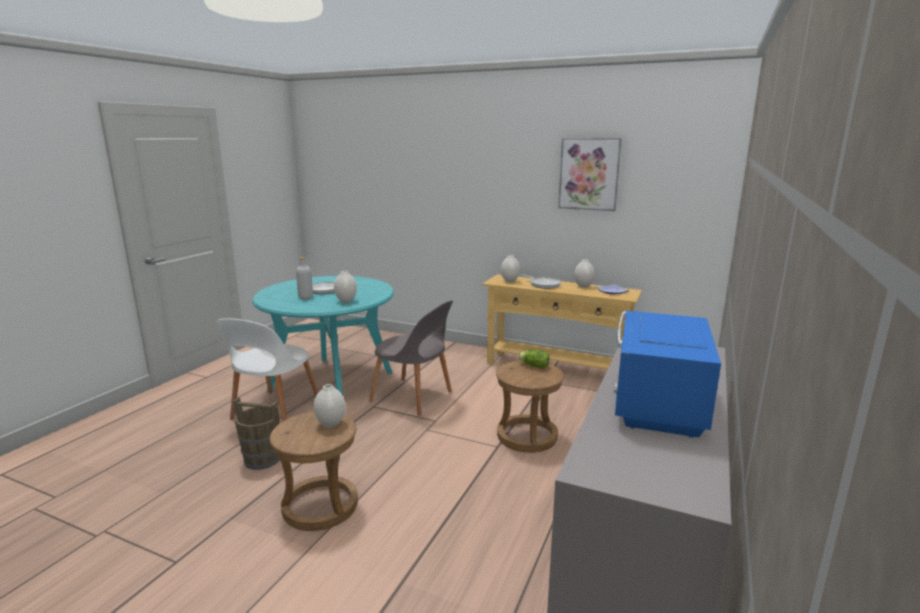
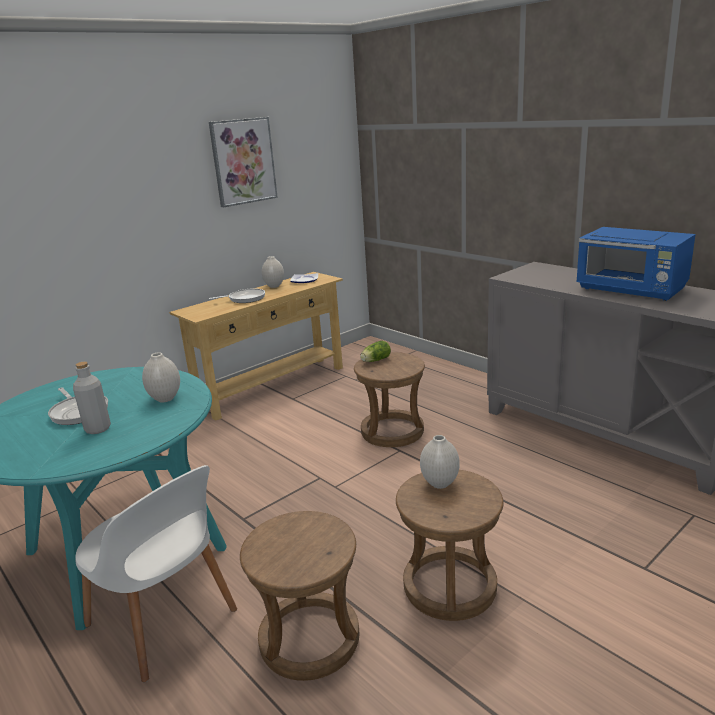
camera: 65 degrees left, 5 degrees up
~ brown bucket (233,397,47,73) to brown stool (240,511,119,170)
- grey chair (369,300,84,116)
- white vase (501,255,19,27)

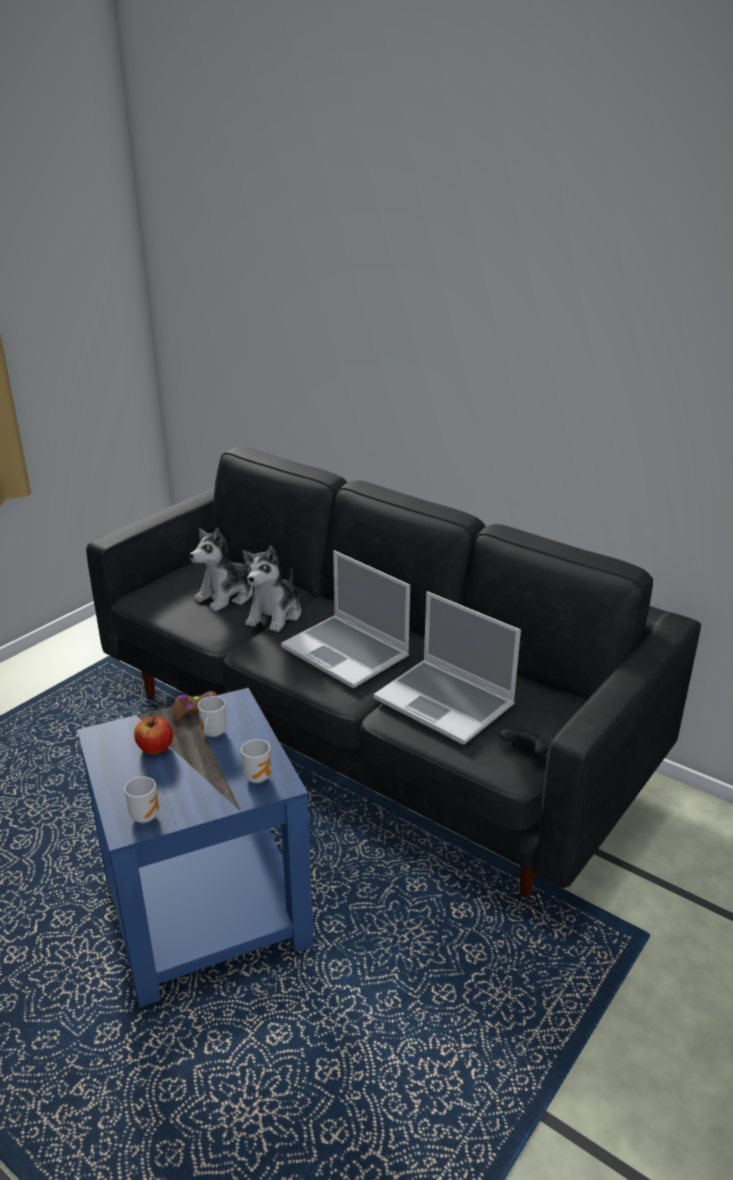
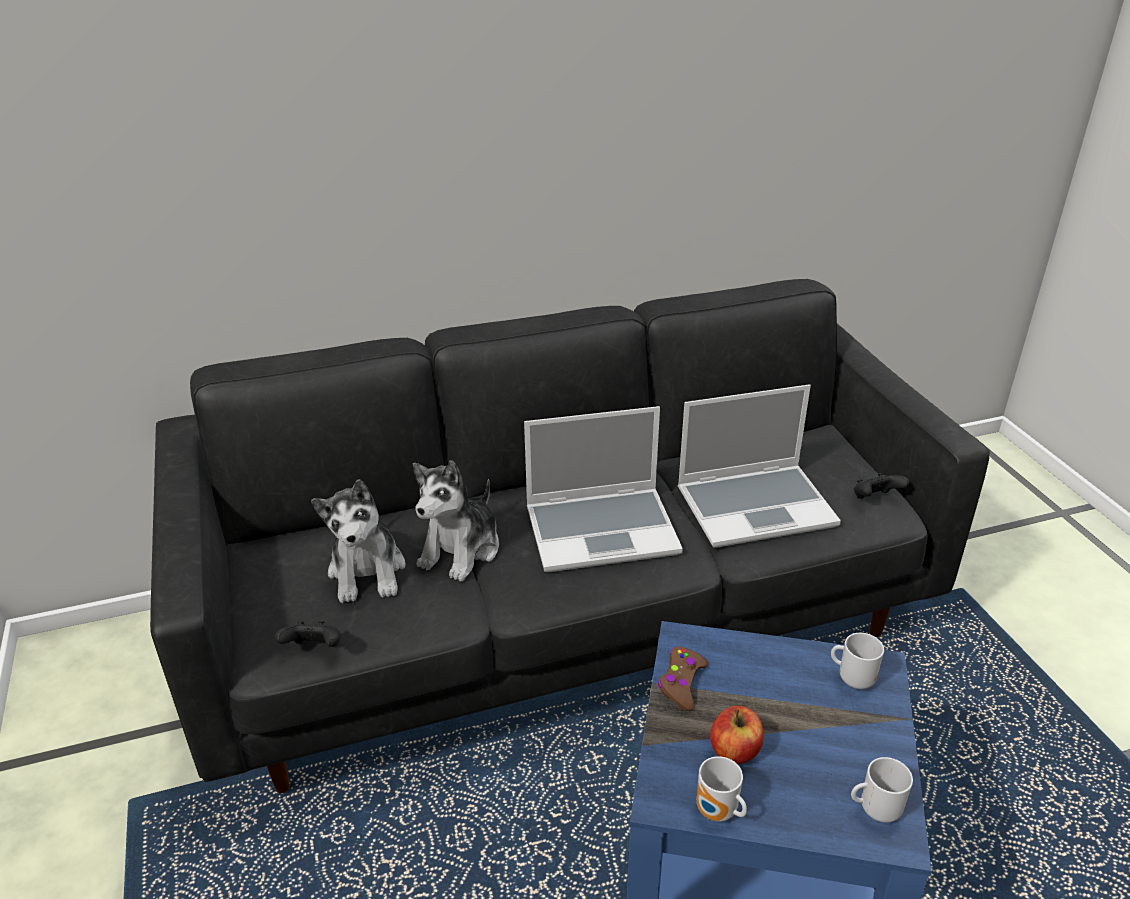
camera: 55 degrees left, 5 degrees up
~ mug (198,696,29,41) to (697,756,50,66)
~ plush toy (243,545,58,87) = (413,461,86,121) 60 degrees clockwise
+ black game controller (275,621,66,26)

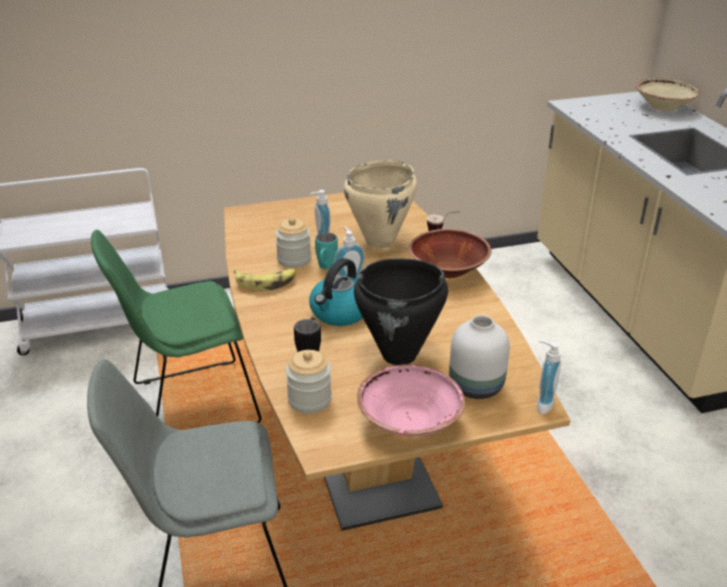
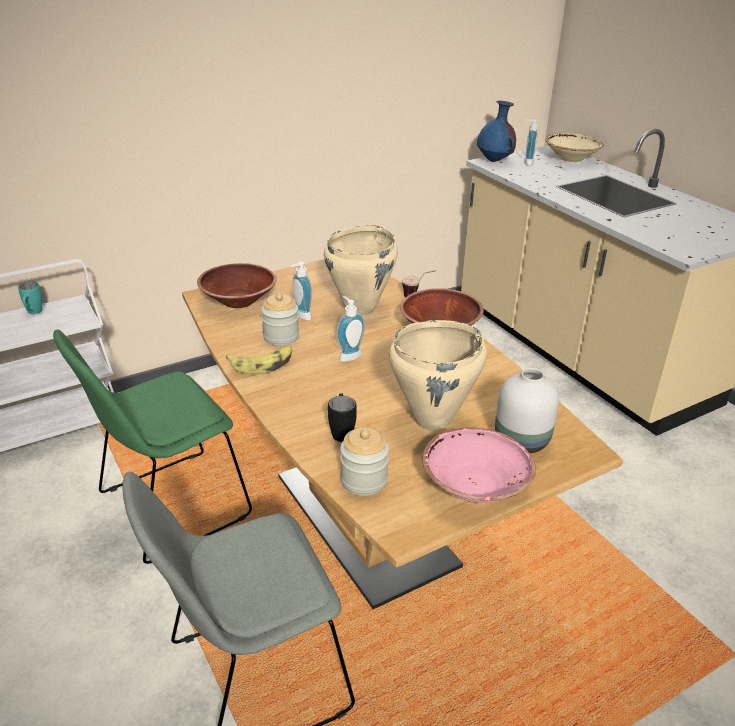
camera: 15 degrees left, 0 degrees up
- kettle (309,258,54,68)
~ turquoise mug (315,232,23,37) to (18,282,24,32)
~ black cooking pot (354,258,94,107) to beige cooking pot (389,320,98,111)
~ soap dispenser (537,340,24,74) to (524,119,14,46)
+ brown bowl (197,263,80,45)
+ blue vase (477,101,39,61)

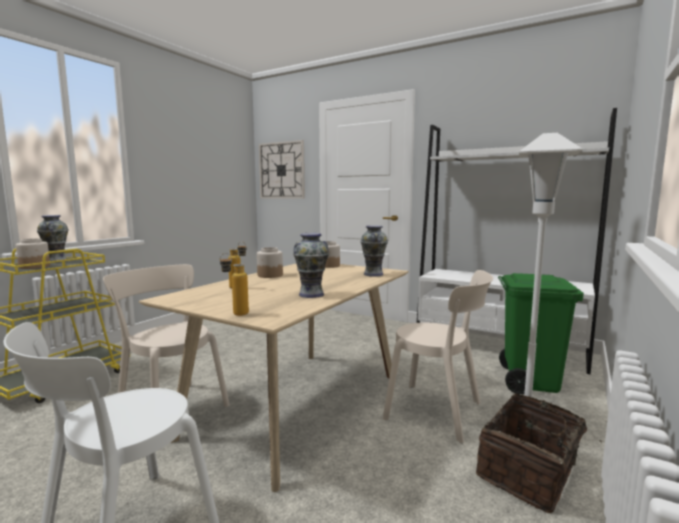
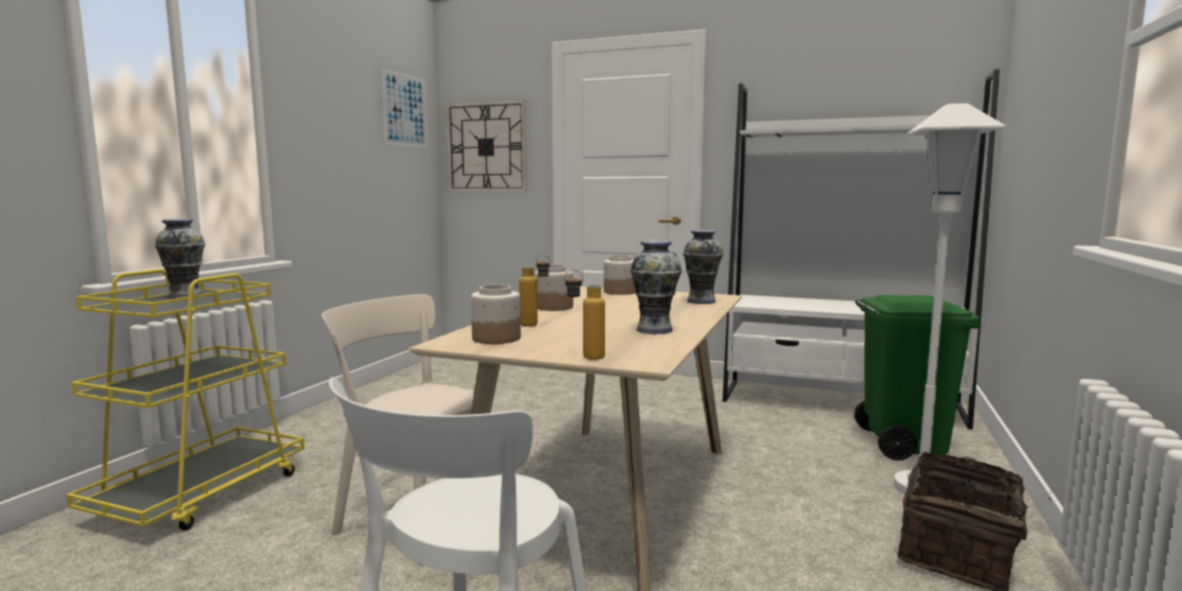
camera: 10 degrees left, 0 degrees up
~ jar (16,238,34,31) to (471,285,50,59)
- beige chair (383,270,110,173)
+ picture (381,68,47,80)

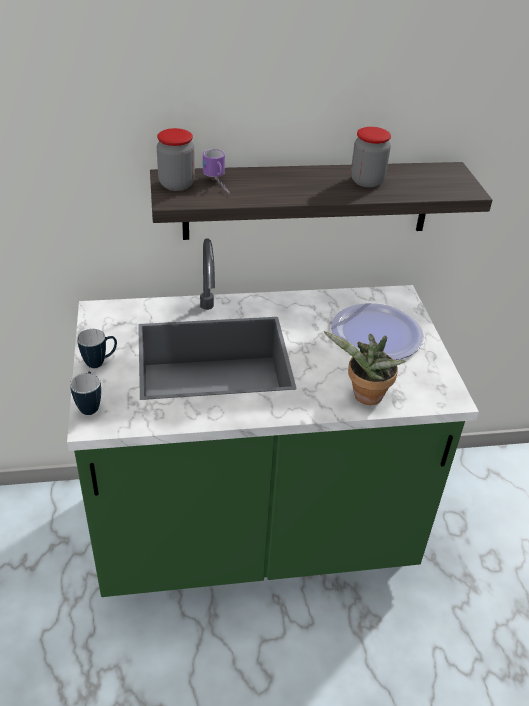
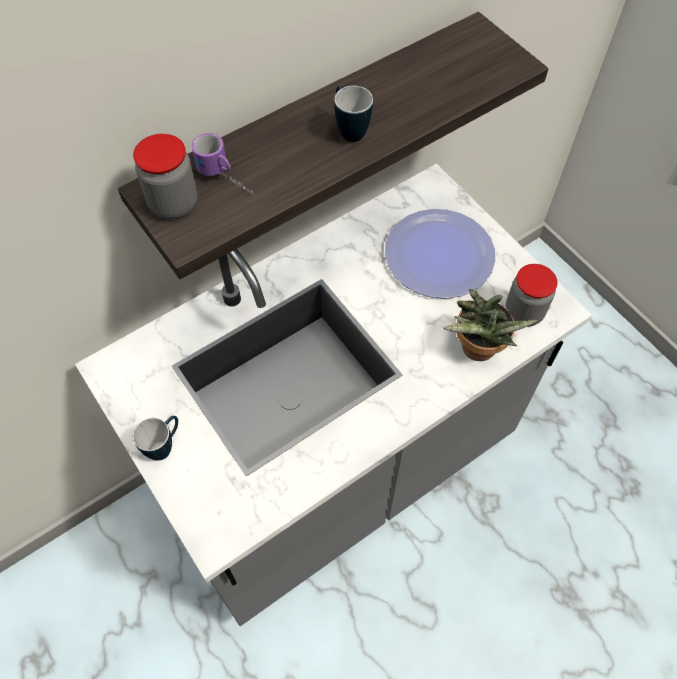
camera: 25 degrees left, 20 degrees up
~ green counter (67,238,412,359) to grey counter (75,164,517,462)
~ mug (70,372,31,43) to (334,86,39,56)
~ jar (351,127,40,60) to (505,264,52,63)

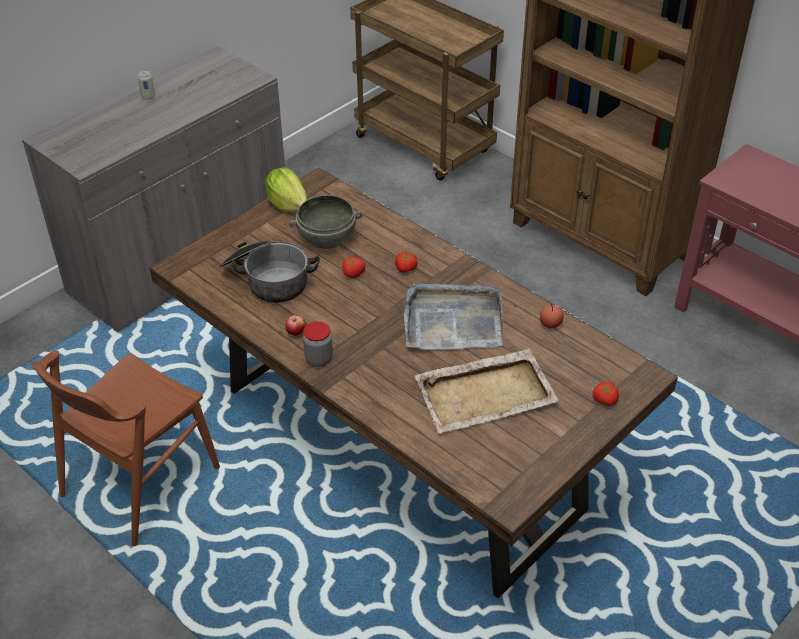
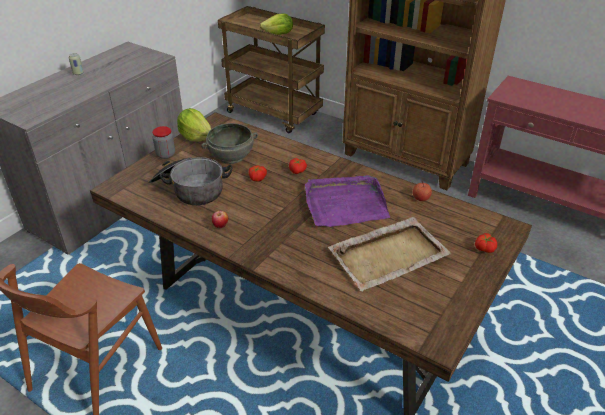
camera: 10 degrees left, 5 degrees down
~ jar (303,321,30,46) to (152,126,23,33)
~ grey tray (404,284,99,66) to purple tray (305,175,85,52)
+ lettuce (260,13,33,22)

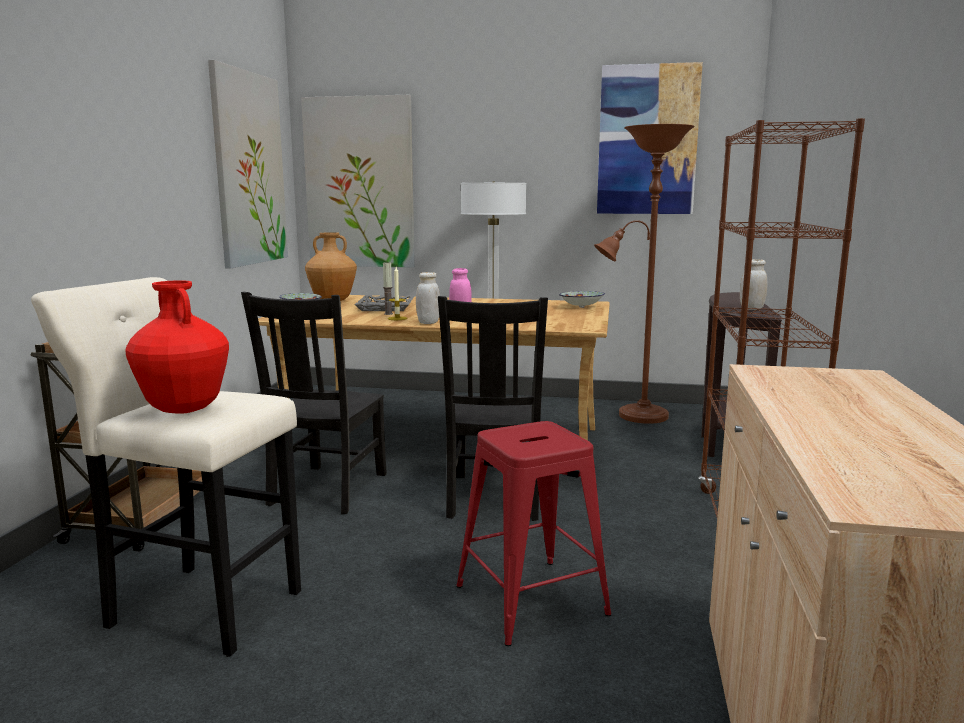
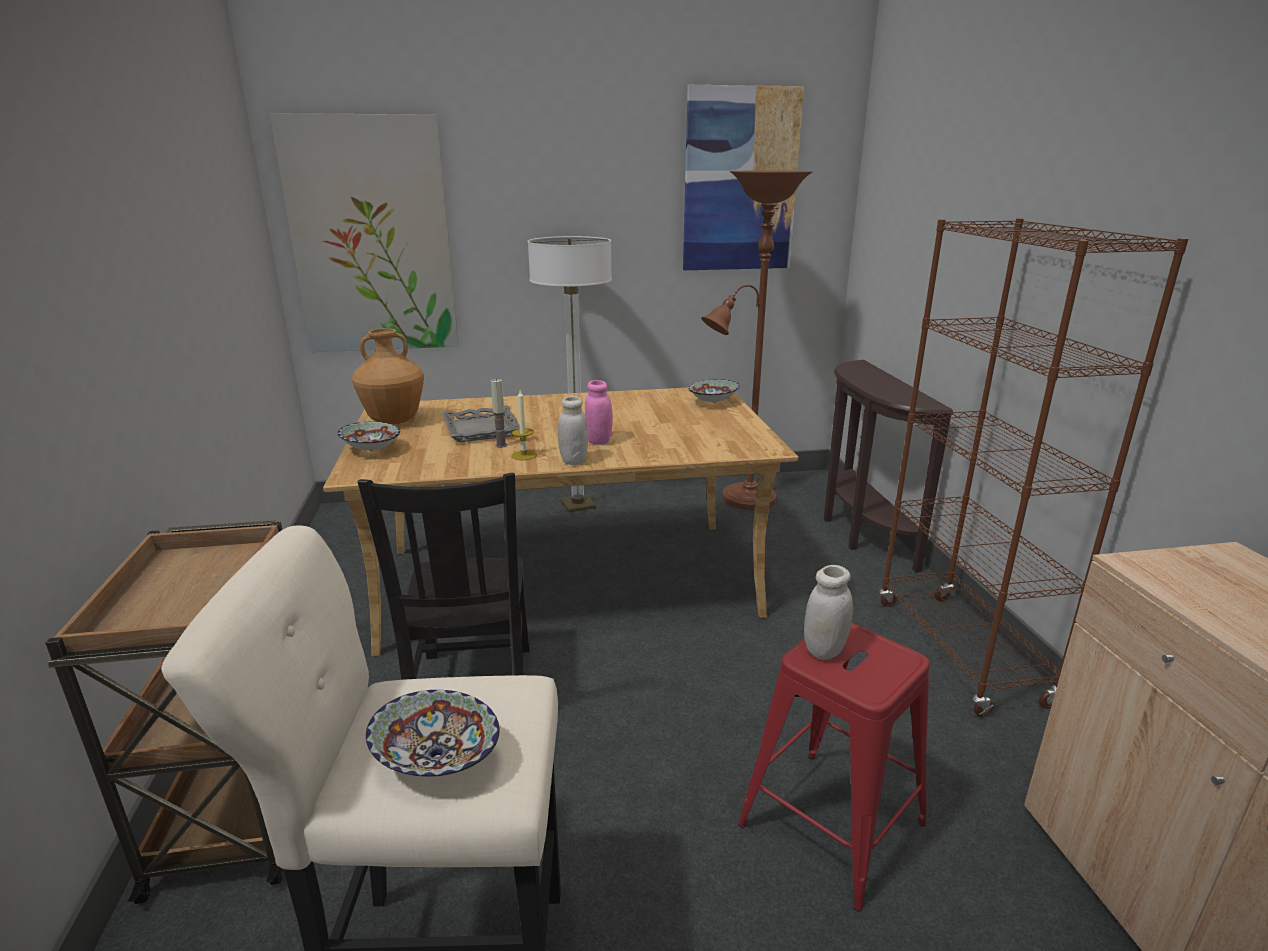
camera: 20 degrees left, 10 degrees up
~ red vase (125,280,104,134) to bowl (366,690,134,87)
- picture (208,60,80,208)
- black chair (438,296,110,225)
~ white jar (740,259,27,51) to (804,565,49,95)

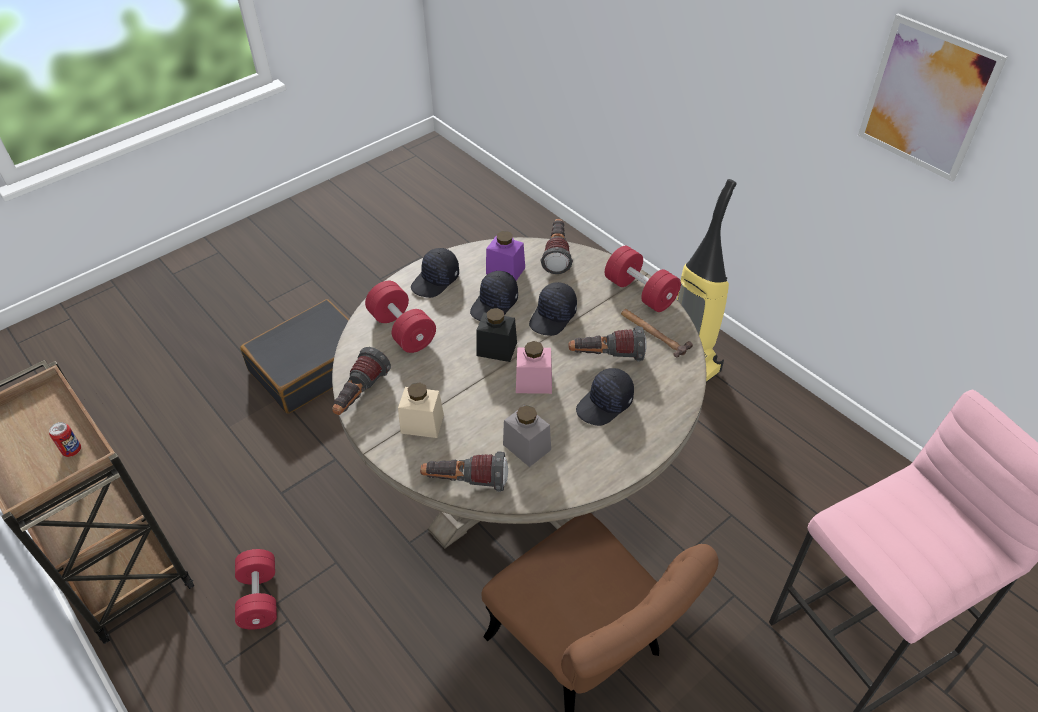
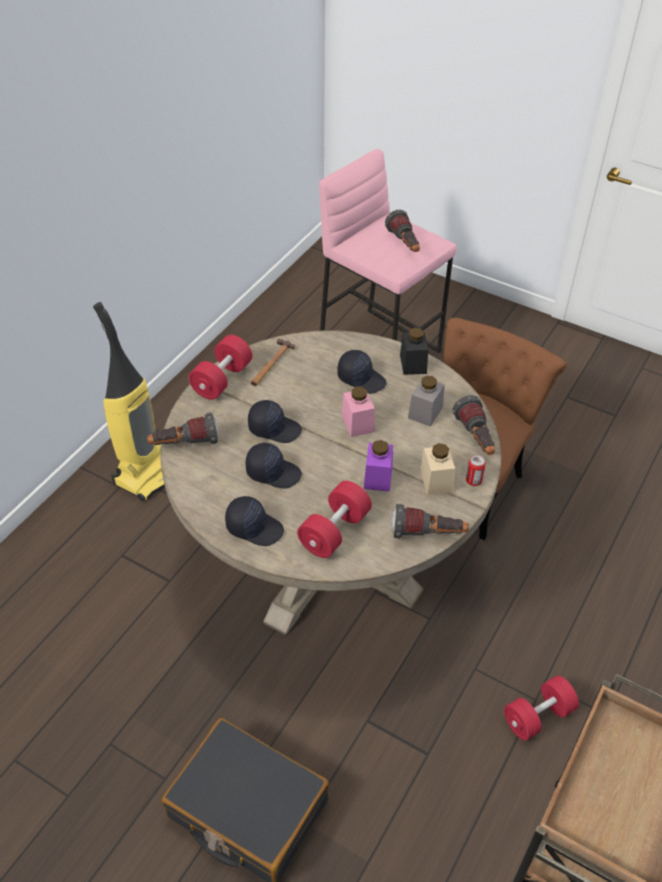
camera: 110 degrees left, 0 degrees up
~ can (49,422,32,35) to (466,455,20,31)
~ black jar (476,308,41,54) to (400,328,28,47)
~ purple jar (486,231,39,49) to (364,440,29,52)
~ flashlight (569,326,78,36) to (385,210,35,42)
- picture (858,14,150,168)

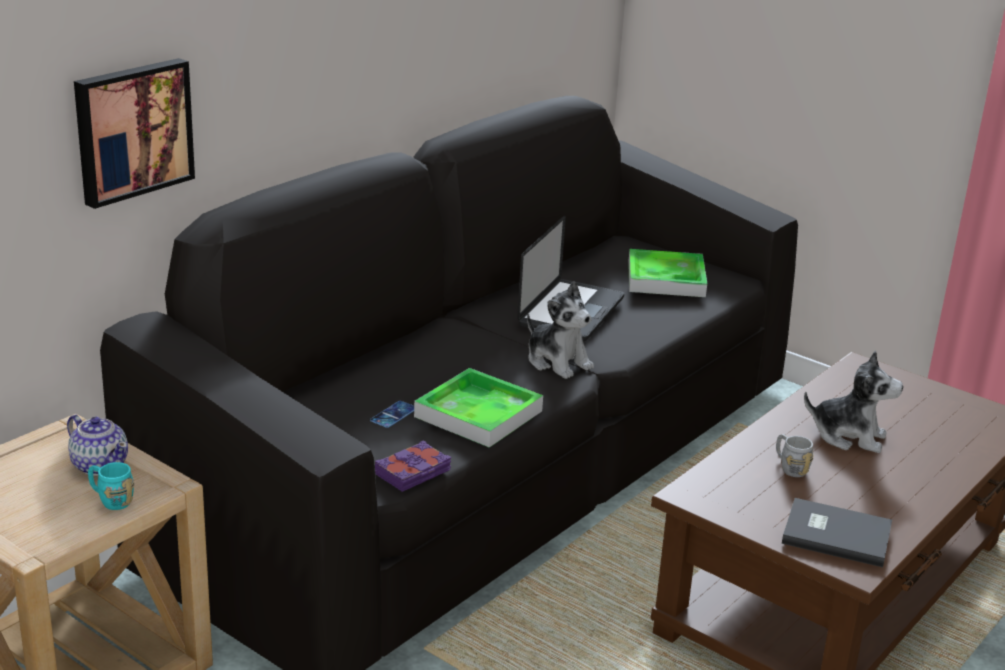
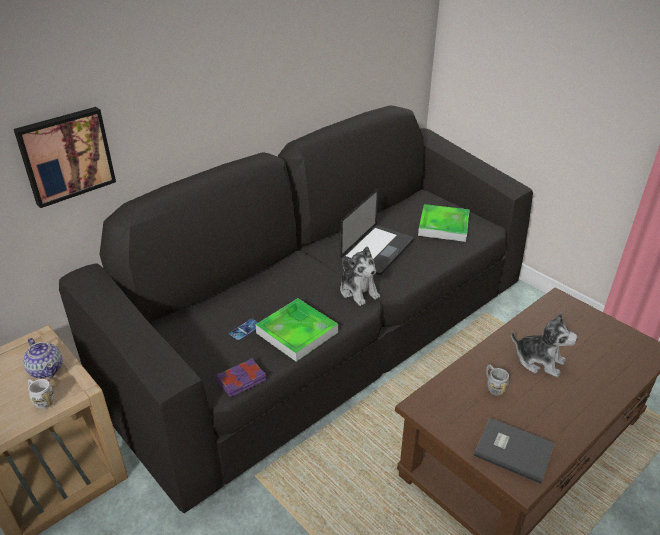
camera: 10 degrees right, 10 degrees up
~ turquoise mug (88,462,46,48) to white mug (28,379,26,30)

